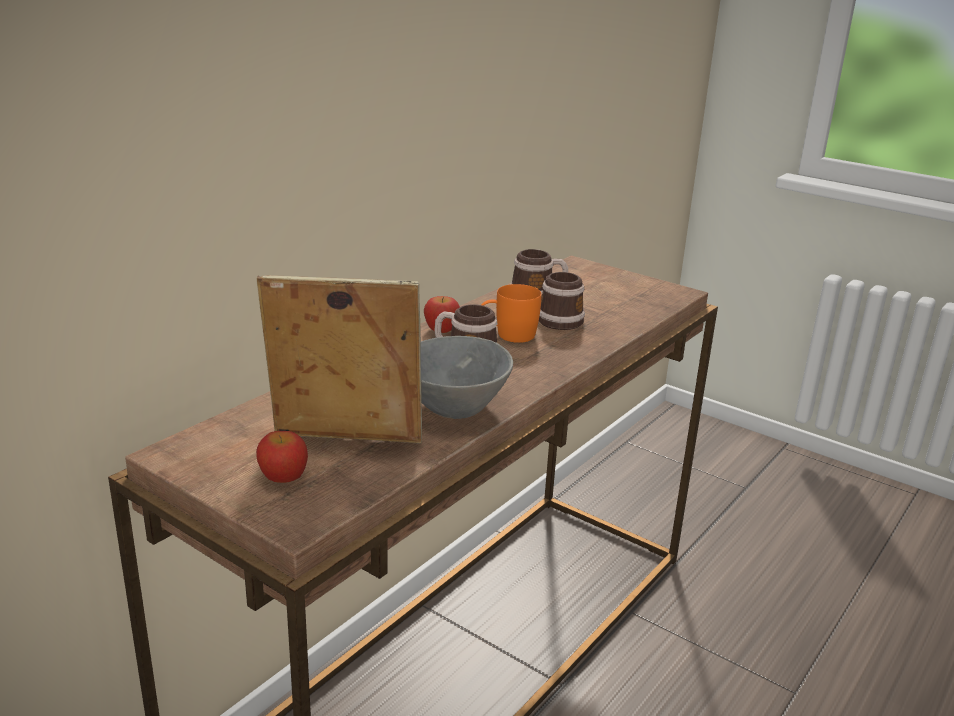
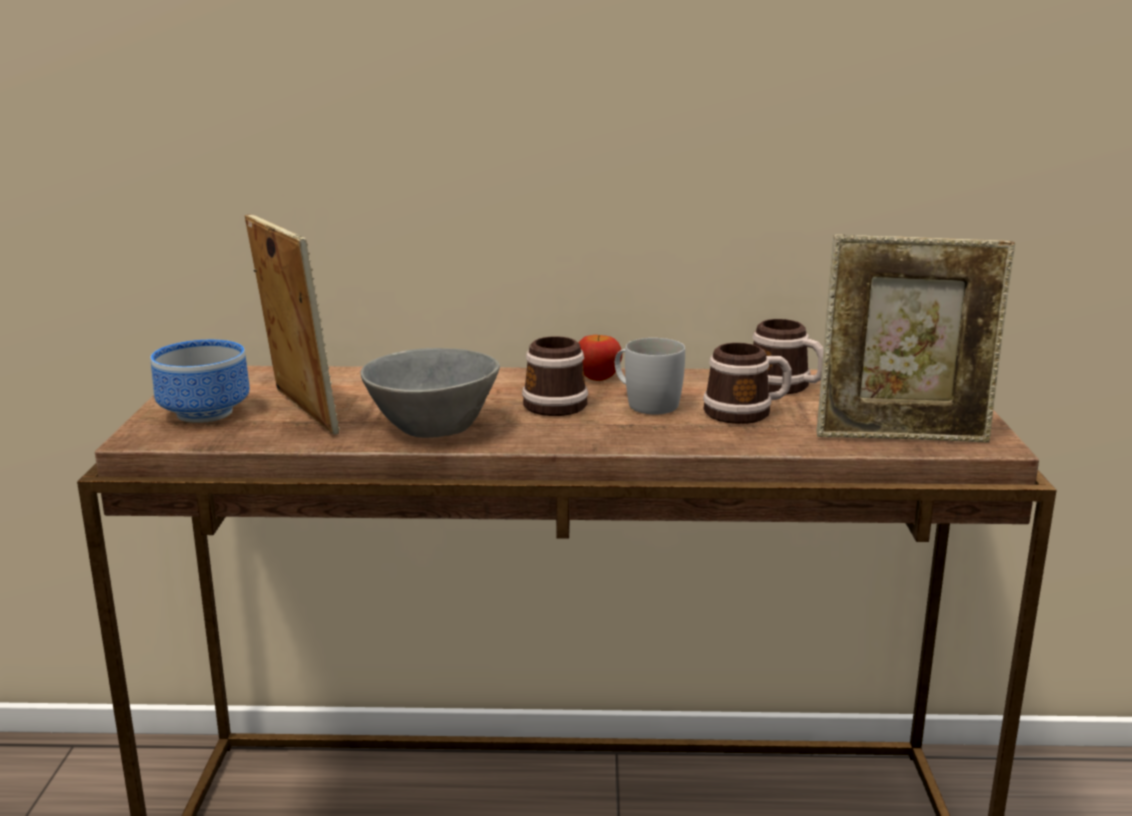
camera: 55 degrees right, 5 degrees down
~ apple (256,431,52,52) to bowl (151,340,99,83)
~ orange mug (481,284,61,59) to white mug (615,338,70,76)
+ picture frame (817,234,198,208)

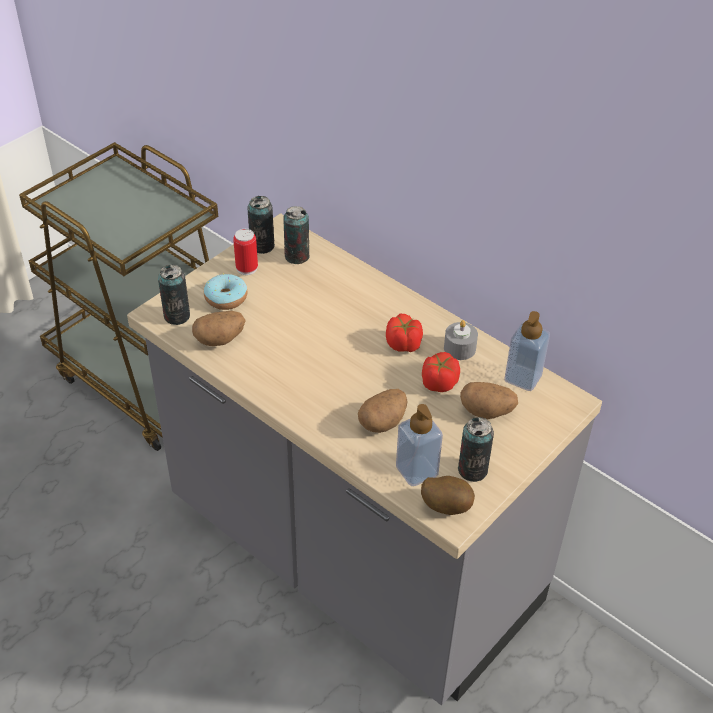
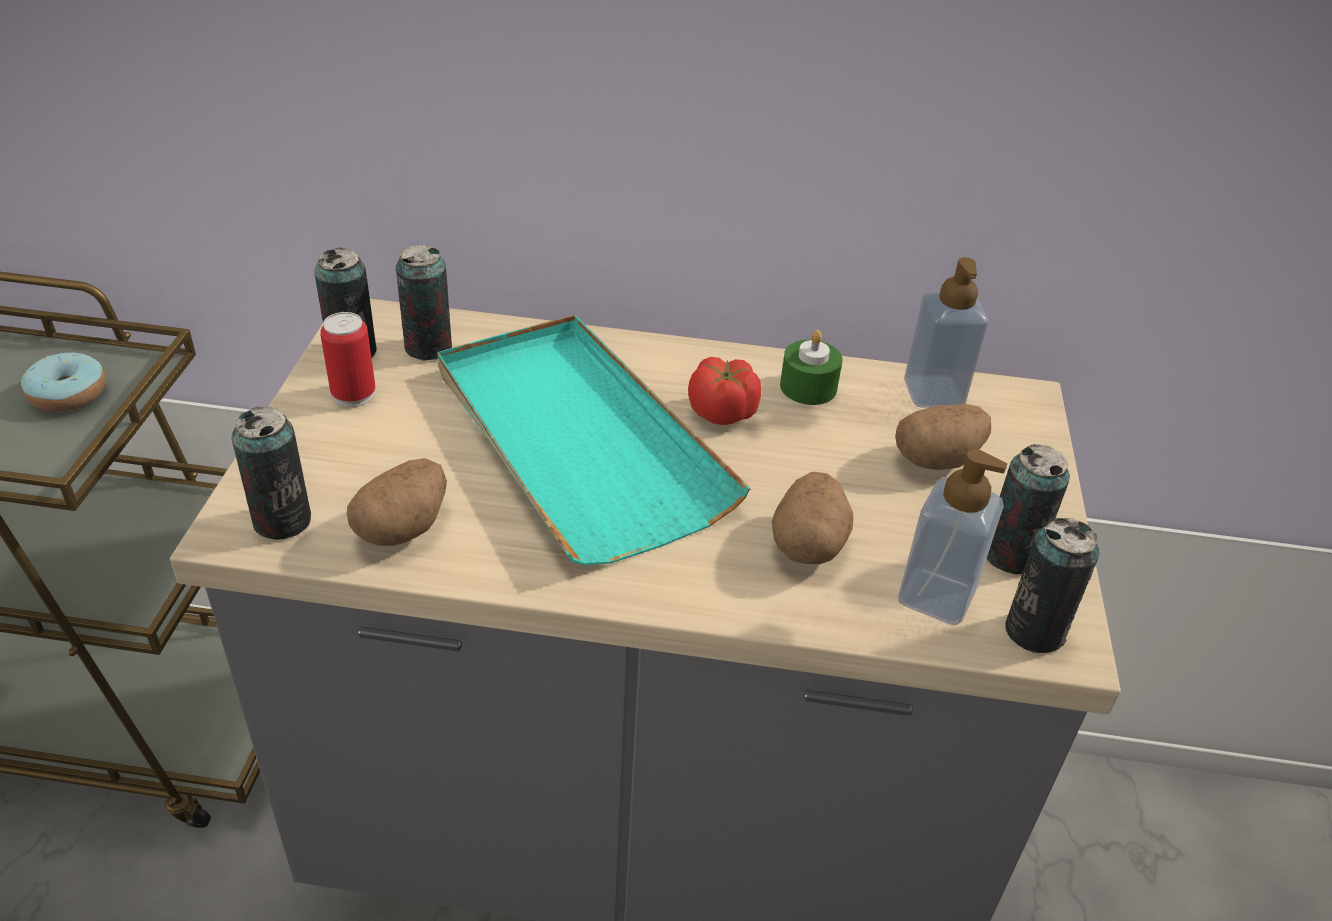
camera: 35 degrees left, 5 degrees down
~ donut (204,274,43,36) to (21,352,85,60)
~ potato (421,476,54,39) to can (1005,518,94,135)
- tomato (422,352,38,40)
~ grey candle (444,320,34,40) to green candle (780,330,63,75)
+ turquoise tray (437,315,314,250)

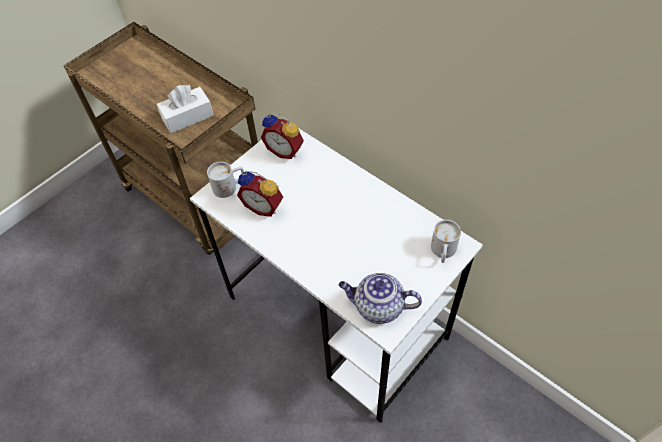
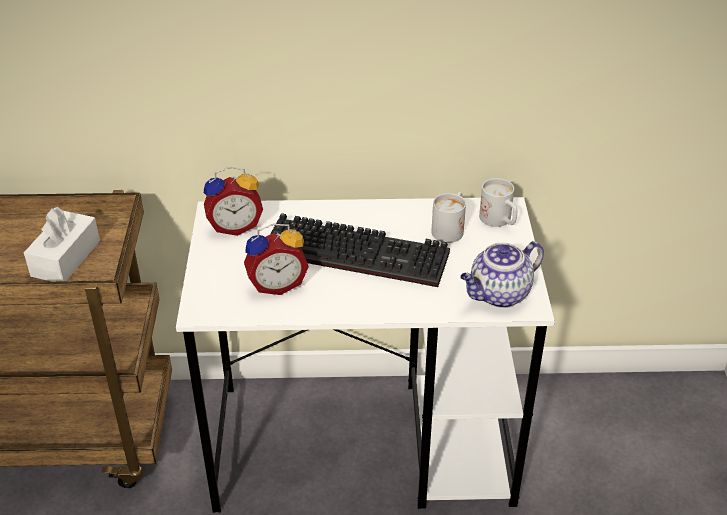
camera: 45 degrees left, 15 degrees down
~ white mug (207,162,37,36) to (432,192,34,51)
+ keyboard (271,213,179,74)

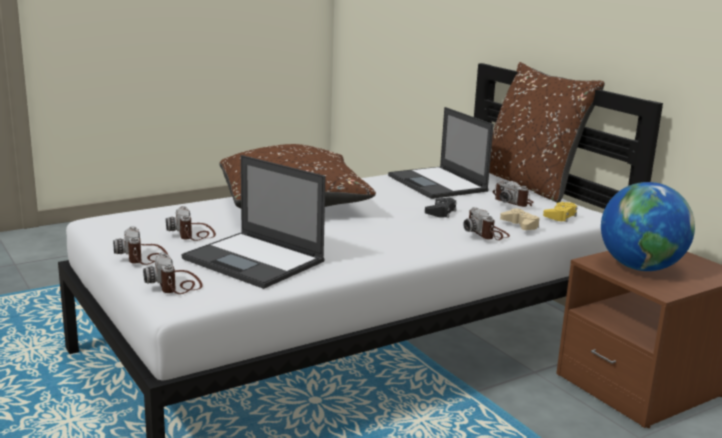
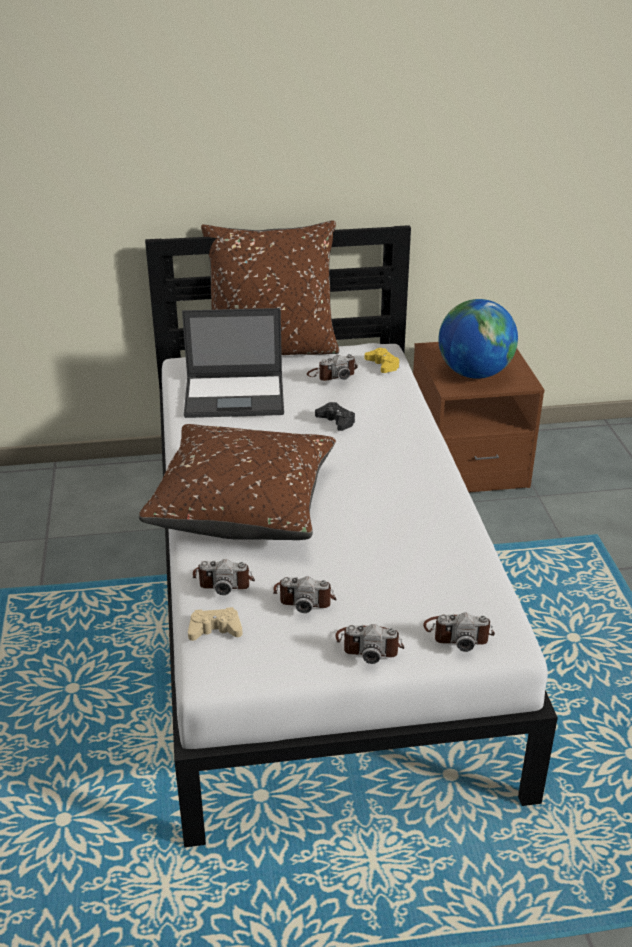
camera: 65 degrees left, 15 degrees up
- laptop (181,155,144,134)
~ photo camera (463,207,47,33) to (192,559,63,36)
~ beige game controller (500,208,40,22) to (188,607,55,34)

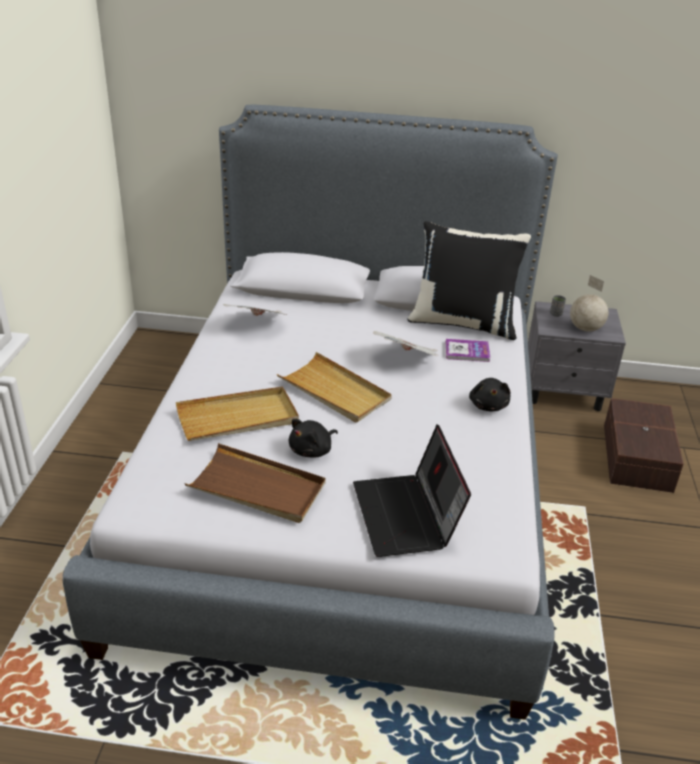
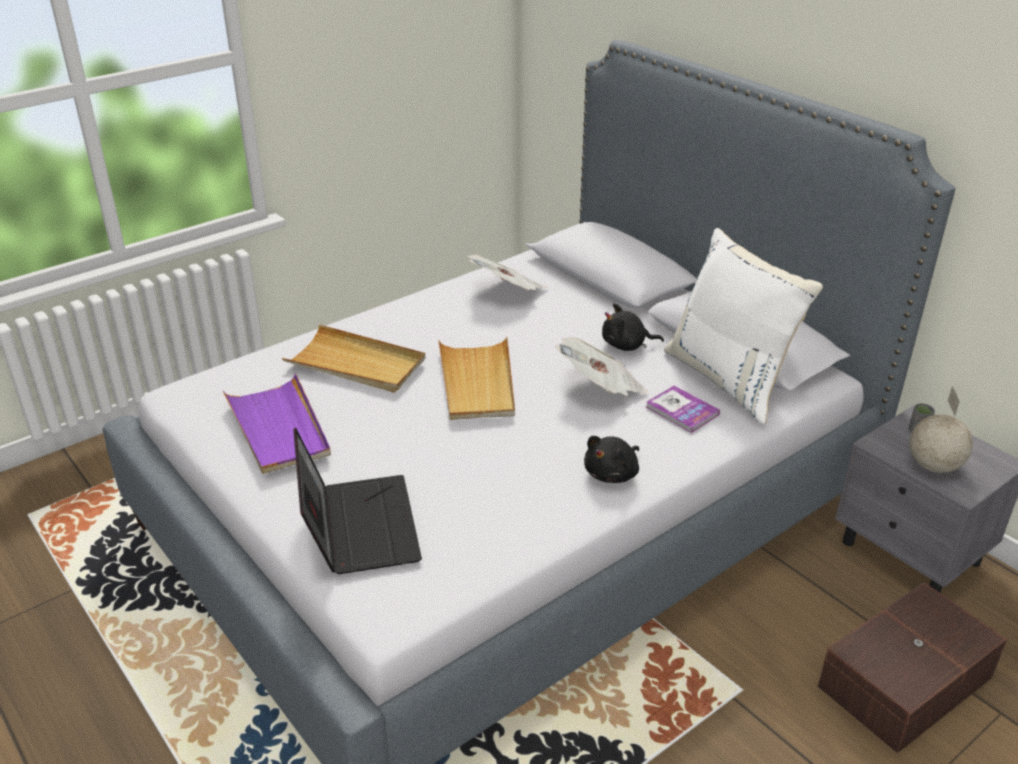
camera: 45 degrees right, 0 degrees up
~ brown tray (185,443,141,80) to purple tray (223,373,108,101)
~ black plush toy (289,419,49,39) to (602,304,62,47)
~ laptop (353,424,118,133) = (293,427,129,147) 135 degrees clockwise
~ black pillow (407,221,124,119) to white pillow (664,228,159,196)

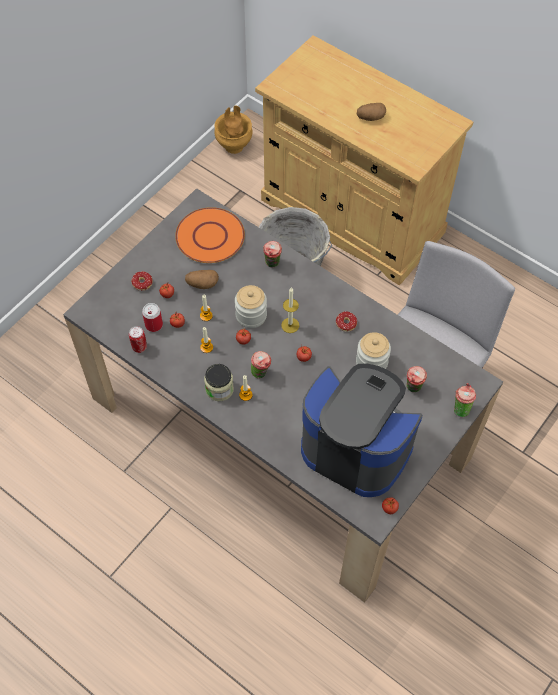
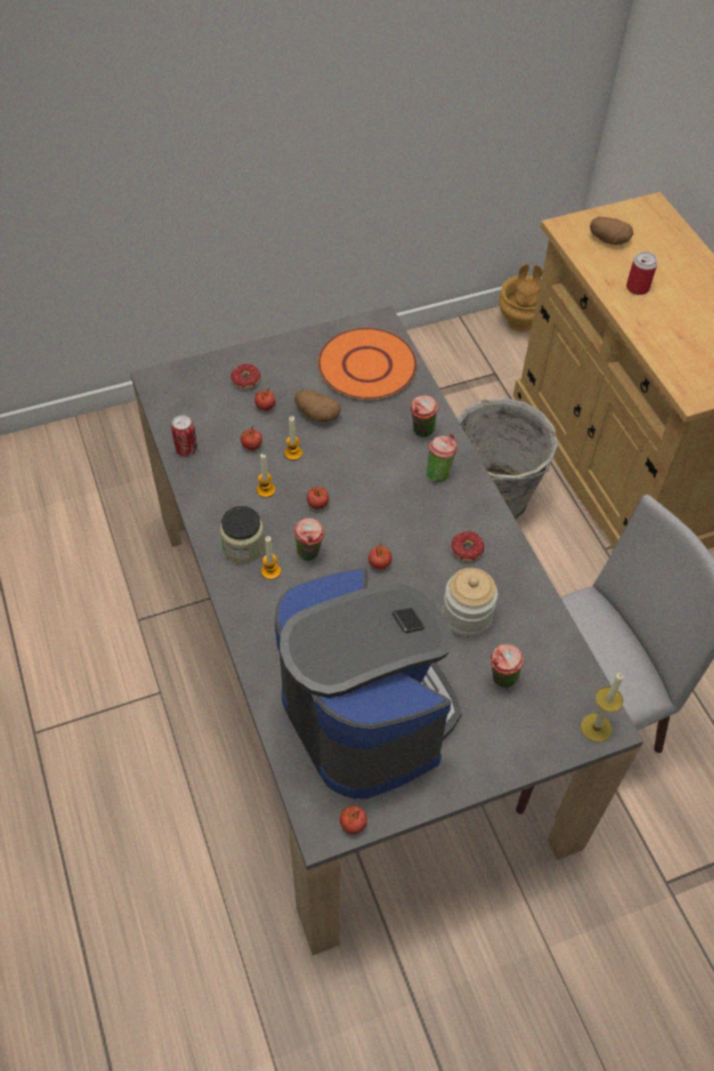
camera: 30 degrees right, 5 degrees down
~ can (142,303,21,29) to (626,251,32,44)
- jar (235,285,32,43)
~ candle (281,288,18,45) to (581,672,42,70)
~ potato (357,103,29,18) to (590,217,43,28)
~ cup (454,383,22,35) to (426,433,31,50)

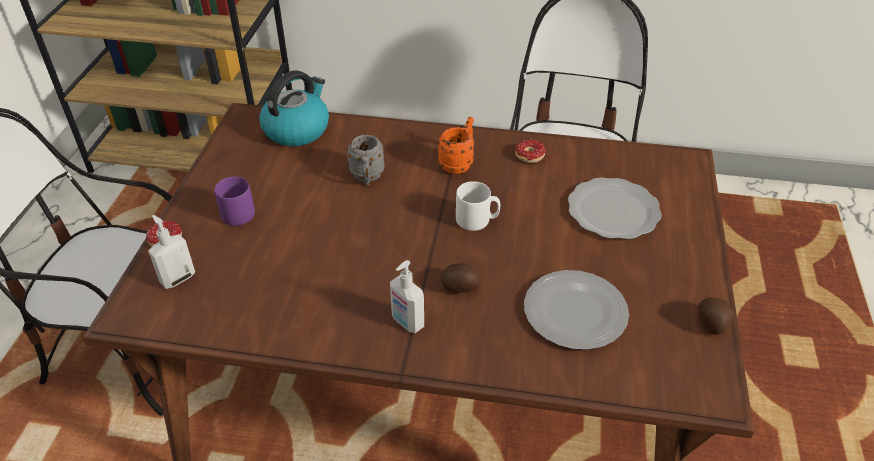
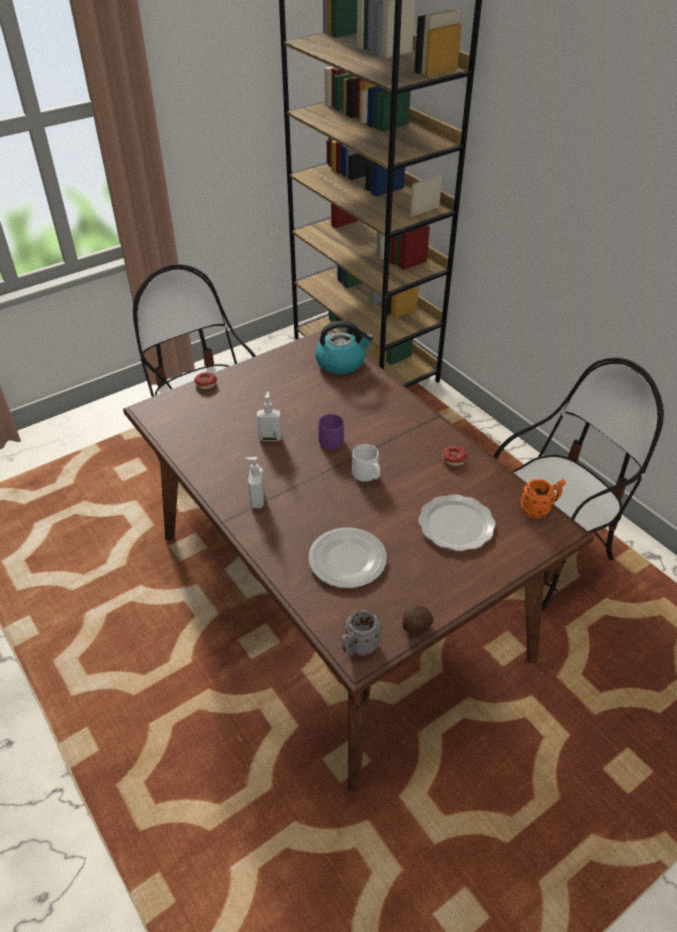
camera: 45 degrees right, 0 degrees up
~ soap dispenser (148,215,47,74) to (257,392,25,49)
~ purple mug (214,177,41,49) to (318,414,26,36)
~ grey mug (347,135,38,51) to (341,610,41,47)
~ orange mug (438,117,37,57) to (520,479,46,40)
- potato (441,263,40,30)

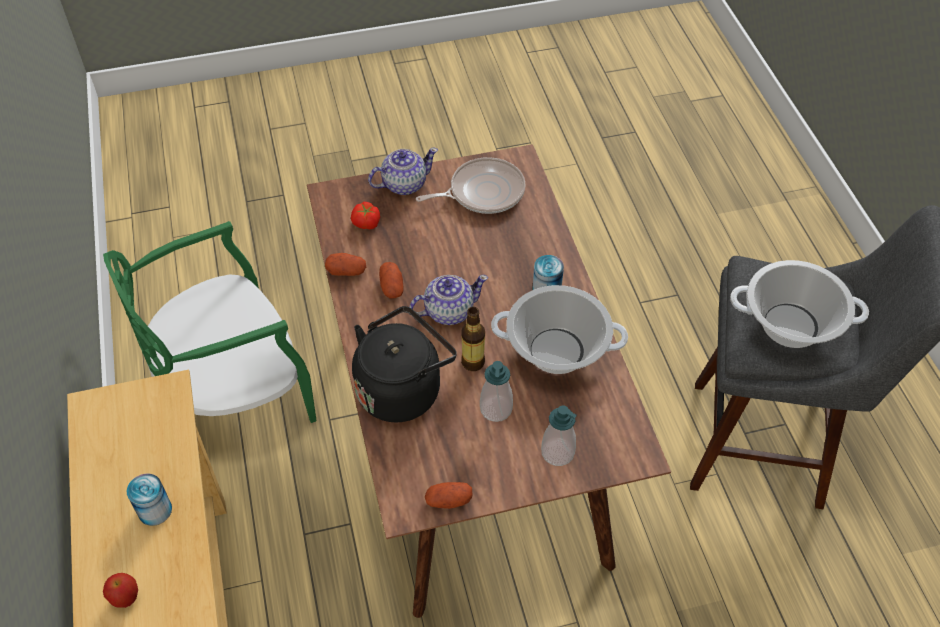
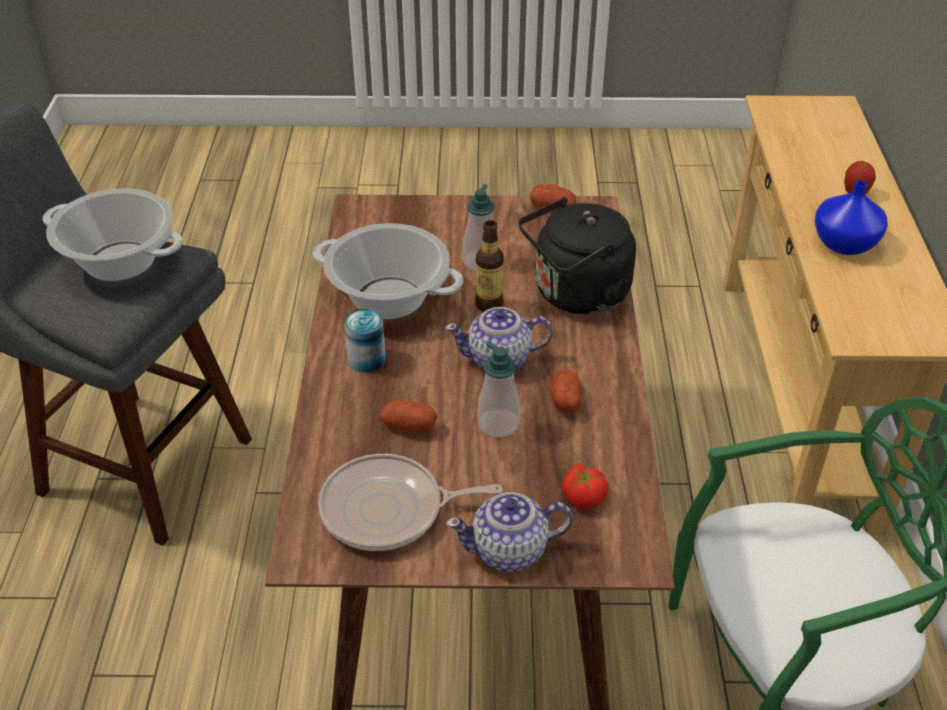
camera: 165 degrees left, 10 degrees down
~ can (127,474,45,52) to blue vase (815,181,73,74)
~ potato (325,253,41,23) to (379,400,58,33)
~ soap dispenser (541,405,36,61) to (478,342,42,96)

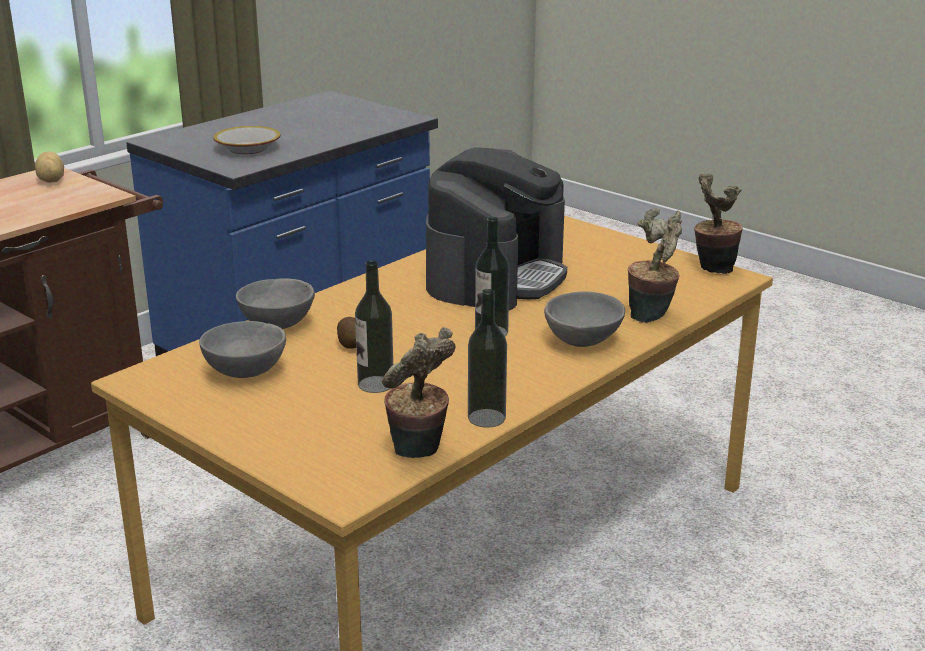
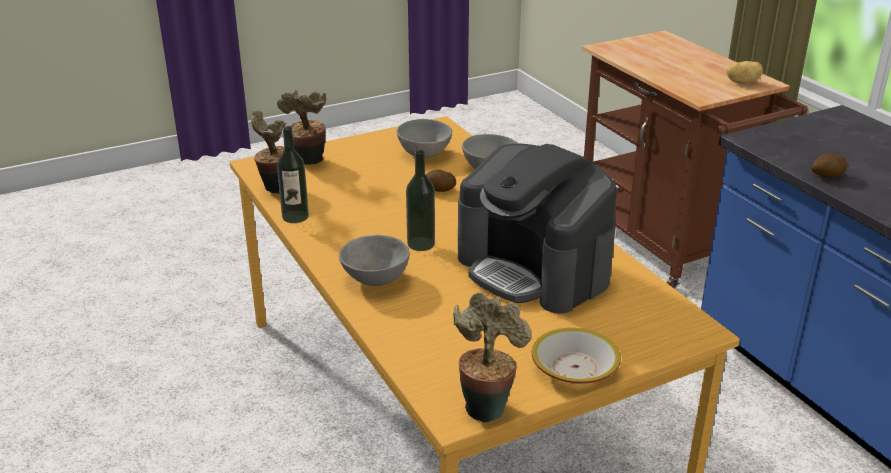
camera: 110 degrees right, 5 degrees up
~ bowl (213,126,68,28) to (532,328,89,56)
- bottle (355,260,38,133)
~ potted plant (628,208,54,115) to (277,90,50,75)
+ potato (811,154,36,24)

